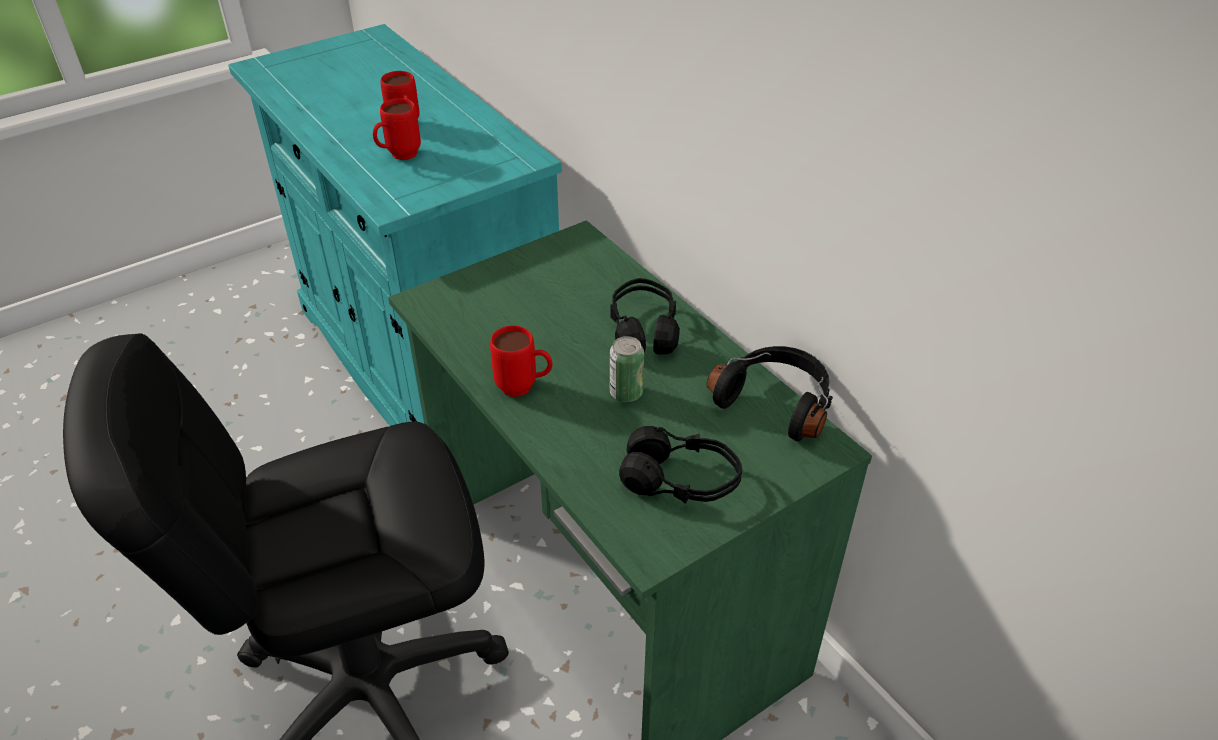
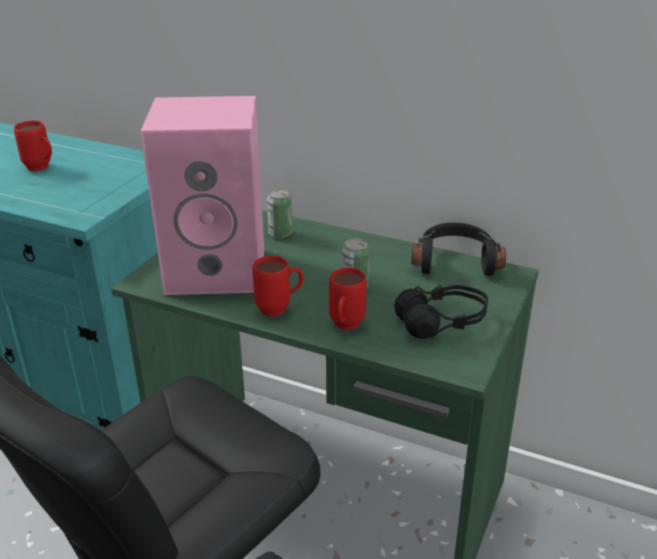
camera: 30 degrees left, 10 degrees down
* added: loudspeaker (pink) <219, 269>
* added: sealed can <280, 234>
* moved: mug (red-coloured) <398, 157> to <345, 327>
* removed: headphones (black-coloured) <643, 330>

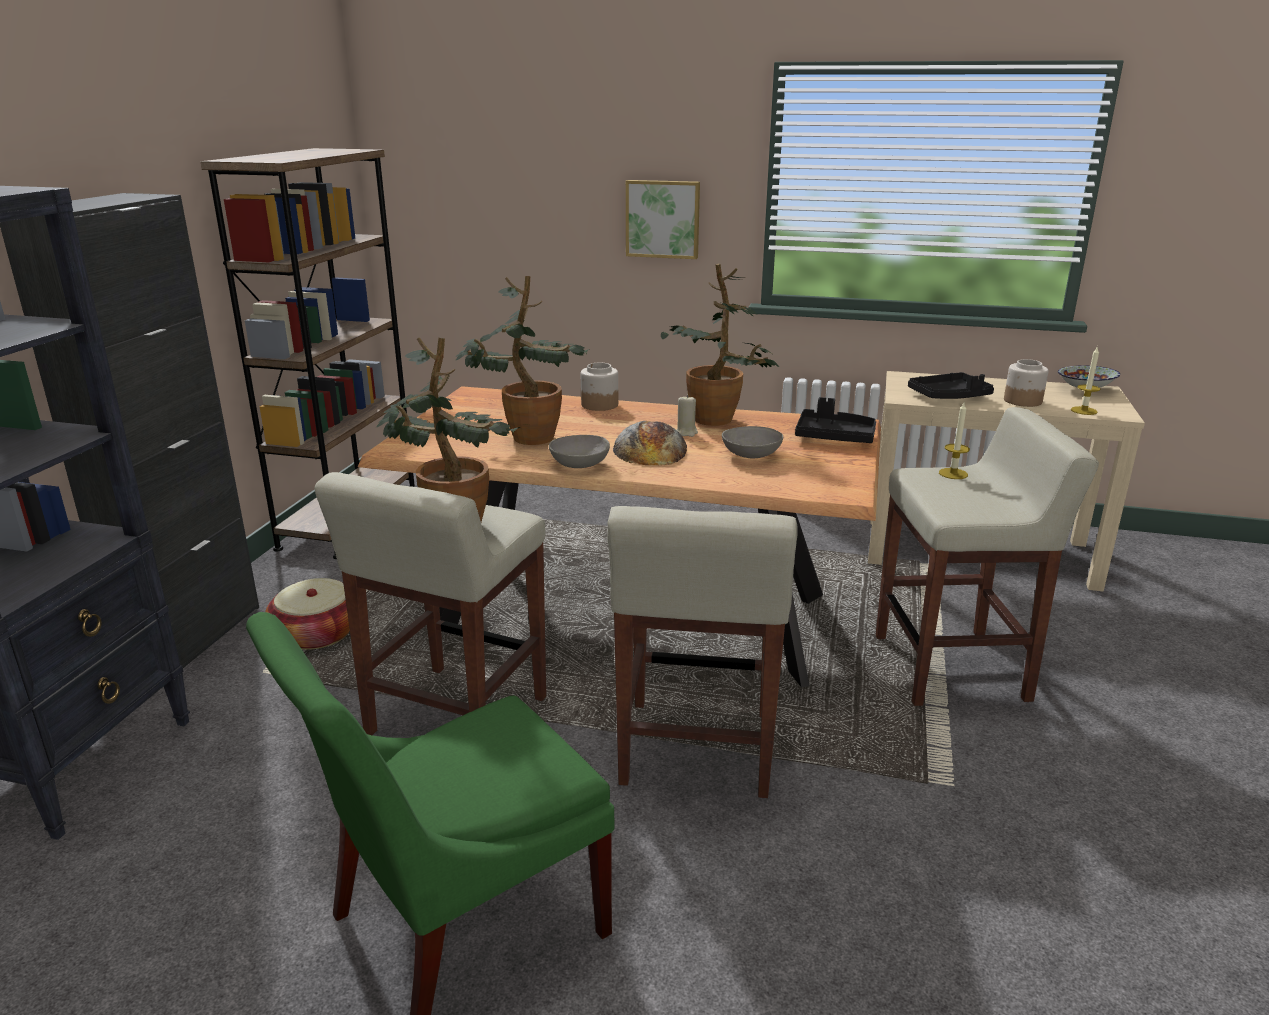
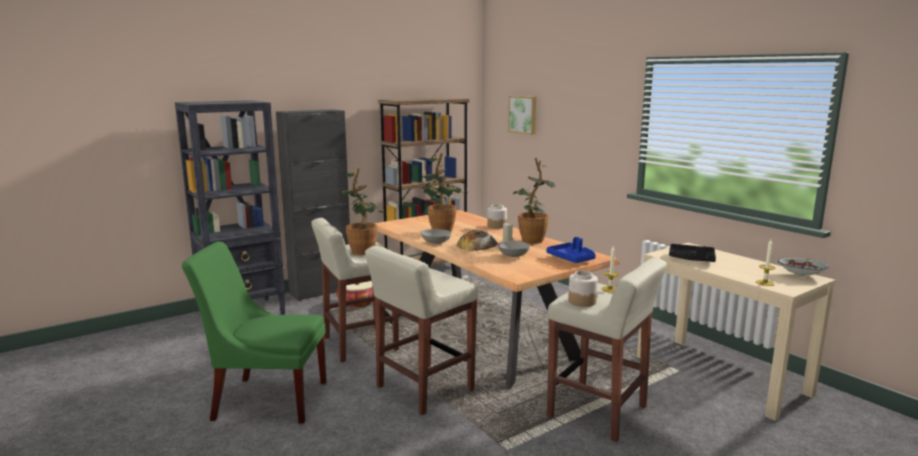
camera: 40 degrees right, 10 degrees down
* moved: picture <663, 219> to <523, 114>
* recoloured: tray (black-coloured) <834, 437> to tray (bluish) <572, 259>
* moved: preserve jar <1022, 401> to <582, 301>

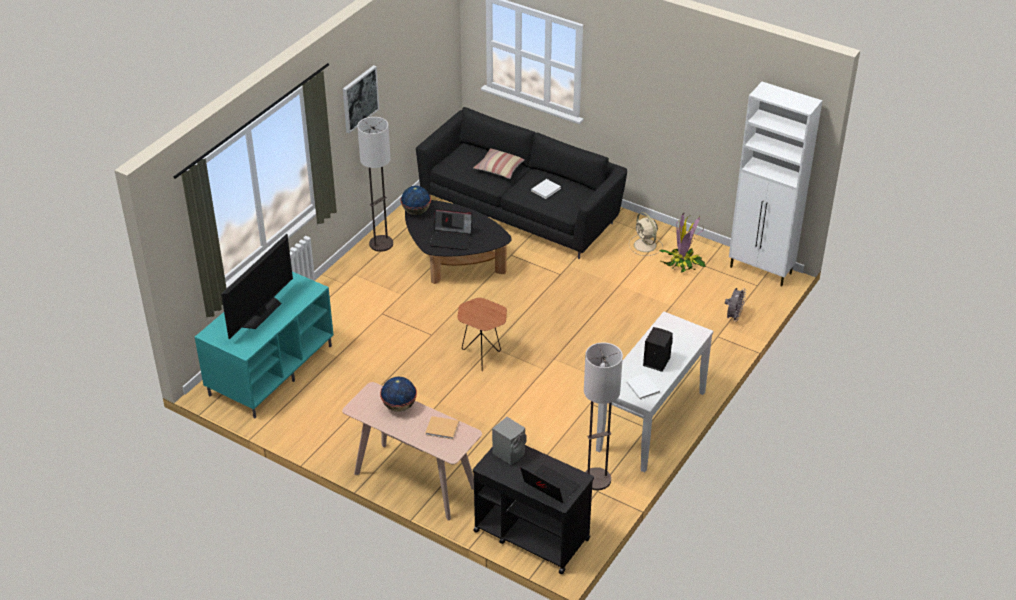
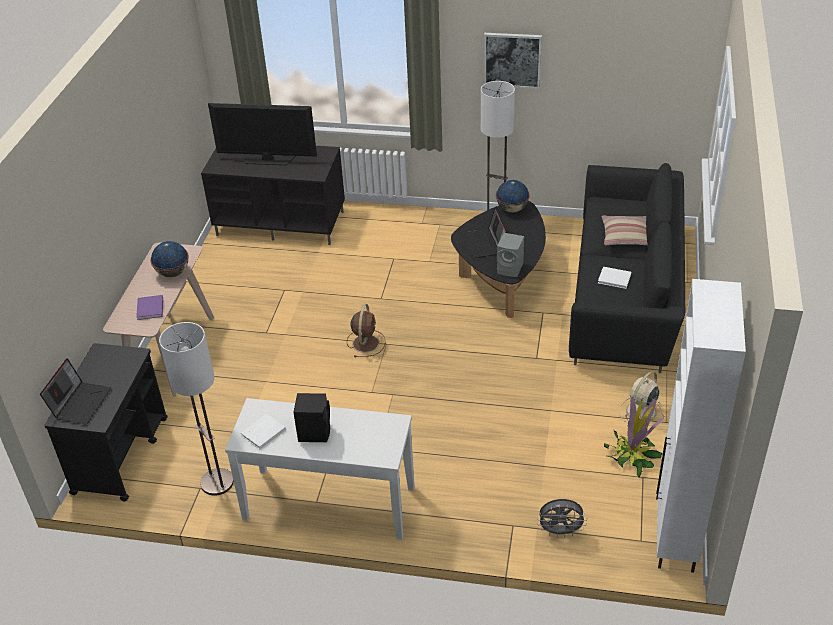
camera: 70 degrees right, 0 degrees up
* recoloured: bound book (beige) <443, 429> to bound book (purple) <150, 309>
* recoloured: tv unit (blue-green) <271, 369> to tv unit (black-coloured) <281, 223>
* replaced: accent table (brownish) <482, 357> to electric fan (brownish) <366, 342>
* moved: loudspeaker (greyish) <509, 453> to <511, 269>

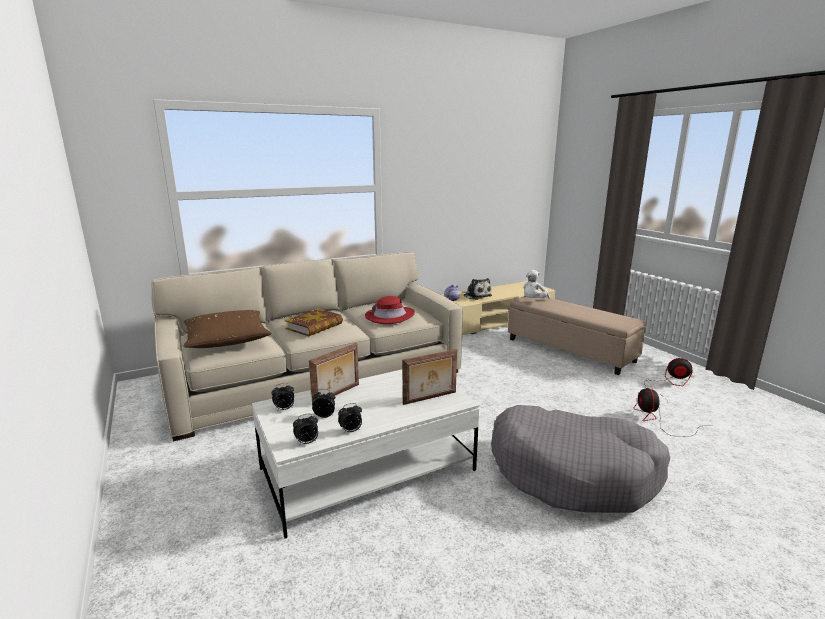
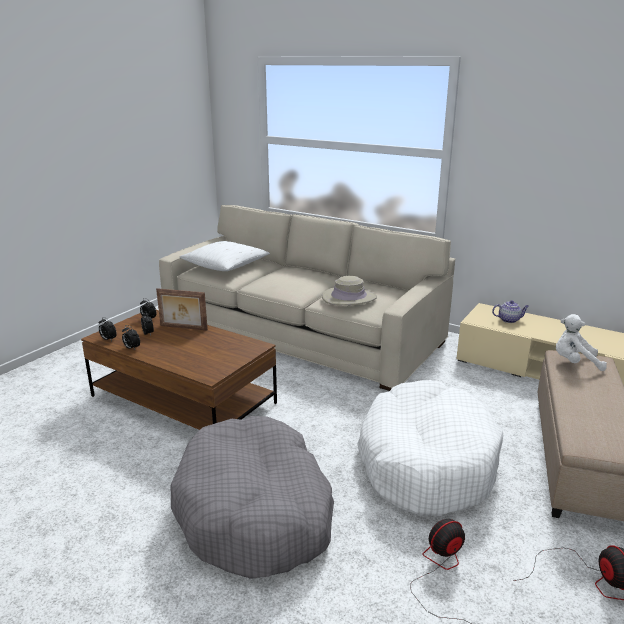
camera: 60 degrees right, 5 degrees up
* recoloured: lounge table (white) <367, 469> to lounge table (brownish) <183, 400>
* recoloured: throw pillow (brownish) <227, 339> to throw pillow (white) <226, 266>
* recoloured: clothing hat (red-coloured) <390, 316> to clothing hat (beige) <349, 298>
* added: dog bed (white) <425, 461>
* removed: bound book <314, 326>
* removed: picture frame <430, 398>
* removed: soft toy <476, 296>

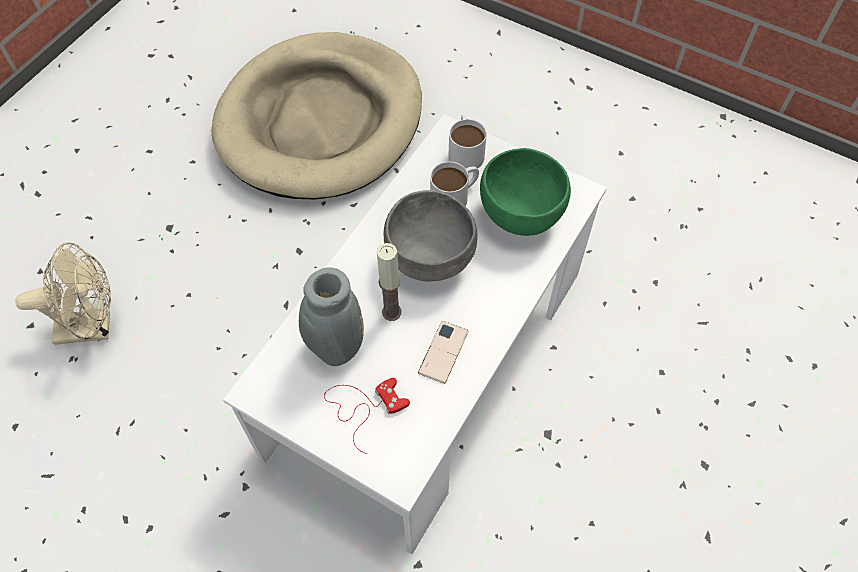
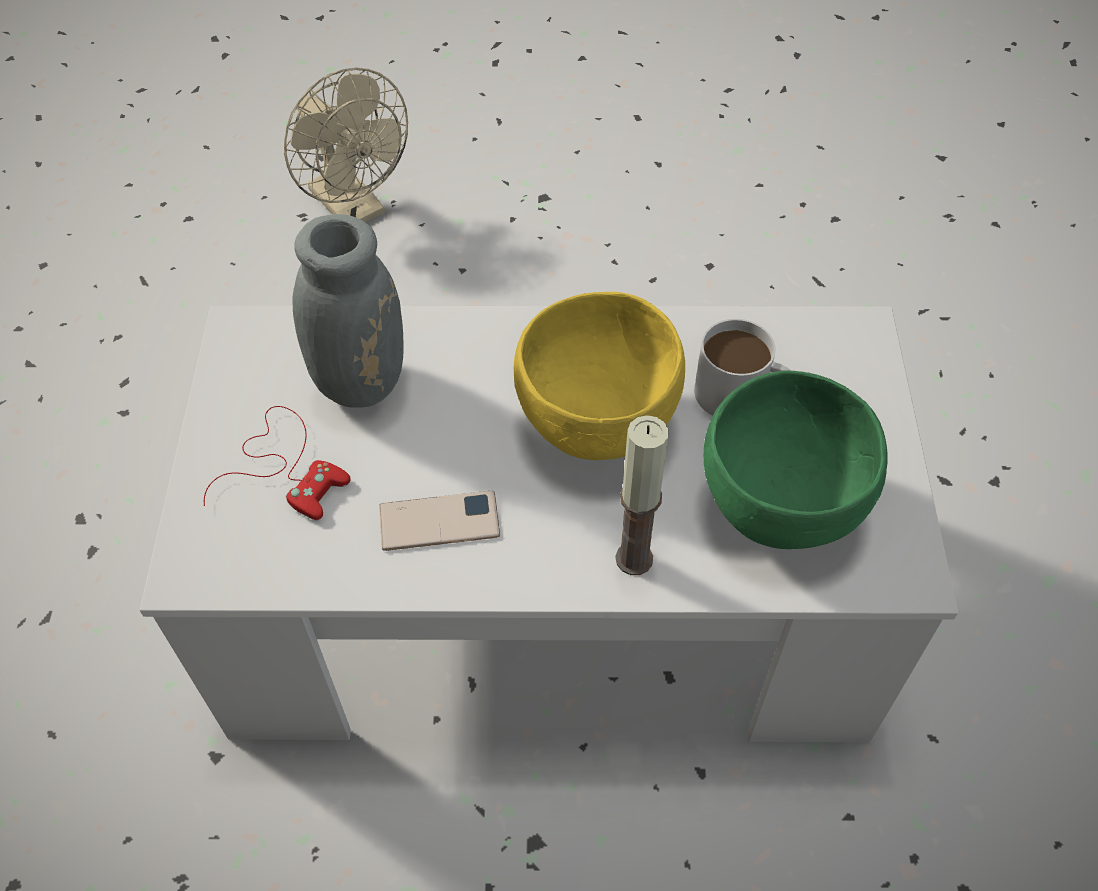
camera: 60 degrees right, 5 degrees down
* recoloured: bowl (greyish) <429, 259> to bowl (yellowish) <596, 421>
* moved: wax light <391, 312> to <634, 559>
* removed: dog bed (beige) <321, 121>
* removed: mug (white) <465, 150>

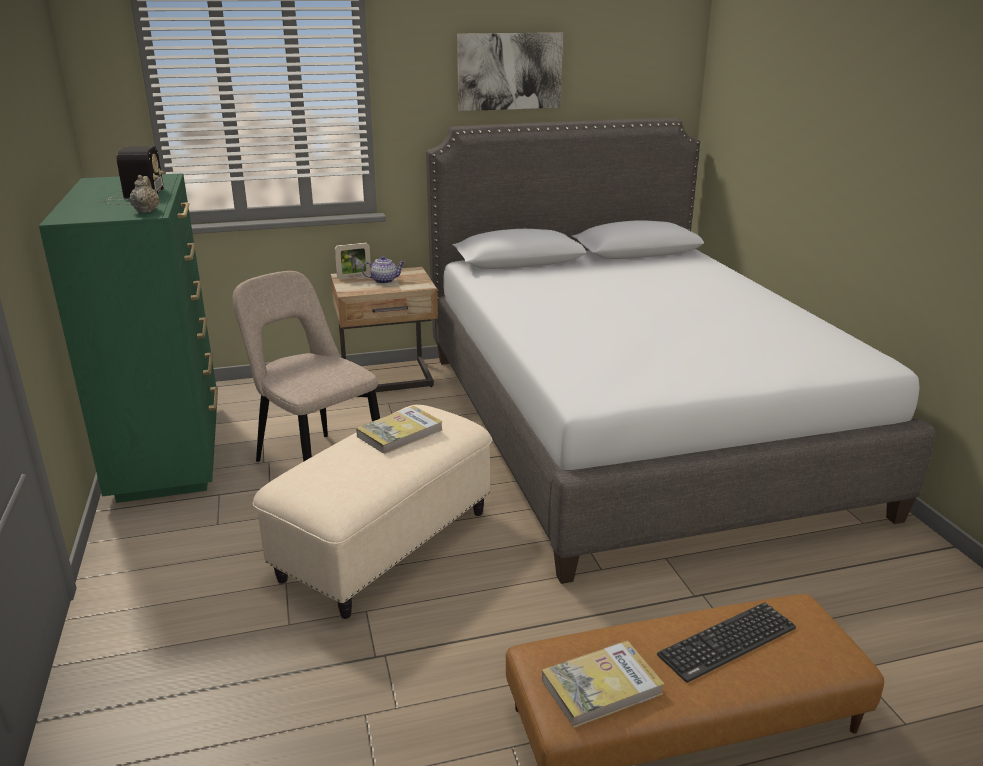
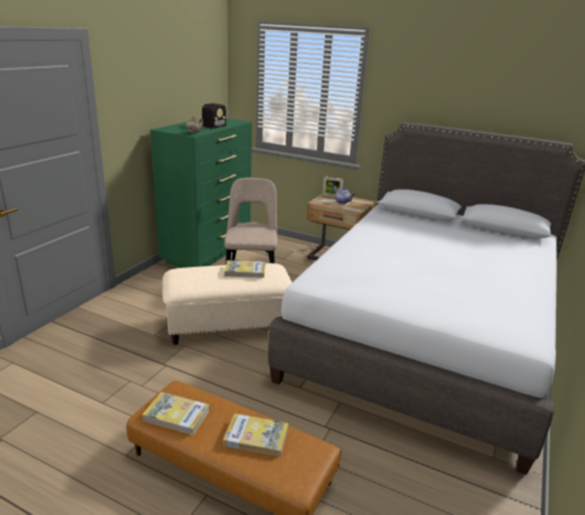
camera: 40 degrees right, 0 degrees up
* replaced: PC keyboard <727, 642> to bound book <256, 437>
* removed: picture <509, 71>

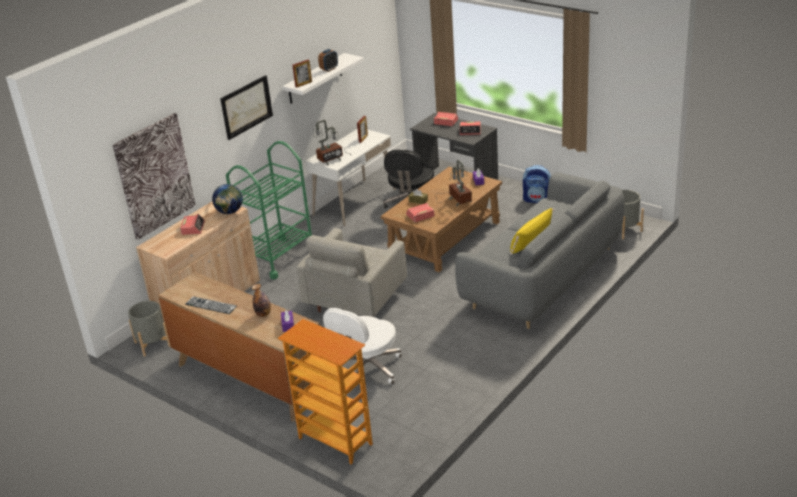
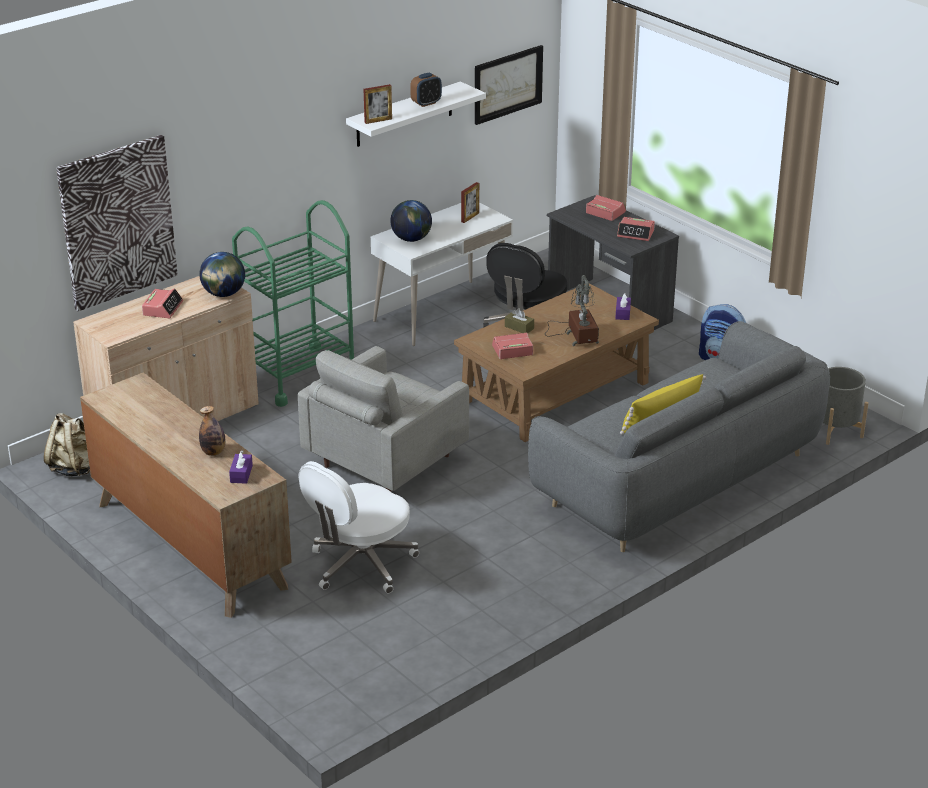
camera: 10 degrees right, 0 degrees up
* replaced: flower pot (greyish) <152, 344> to knapsack (beige) <74, 468>
* replaced: tabletop lamp <332, 158> to world globe <411, 239>
* moved: picture <246, 107> to <507, 84>
* removed: PC keyboard <210, 305>
* removed: bookcase <334, 441>

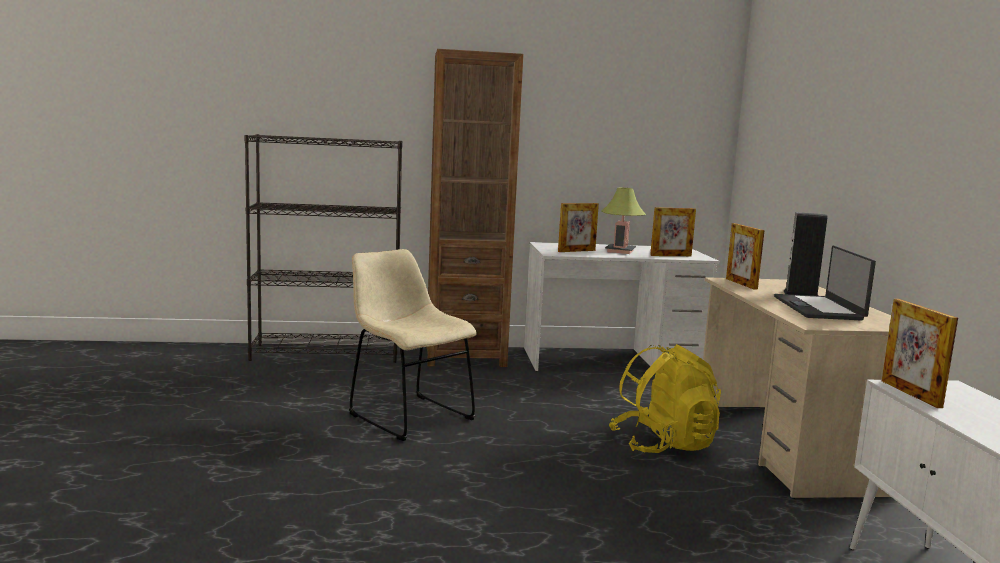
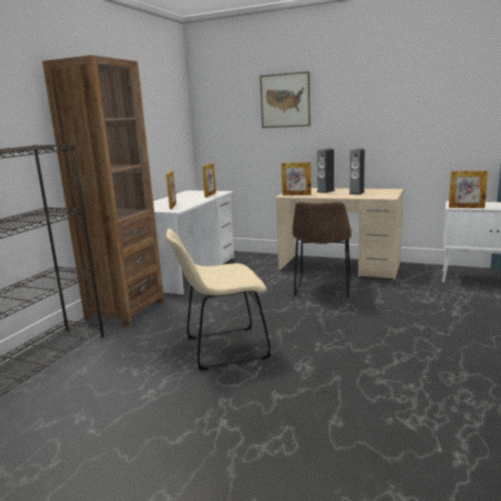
camera: 60 degrees left, 5 degrees up
* added: picture <285, 100>
* replaced: knapsack (yellowish) <663, 445> to upright chair (brownish) <322, 289>
* replaced: notebook computer <819, 308> to loudspeaker <356, 193>
* removed: tabletop lamp <620, 251>

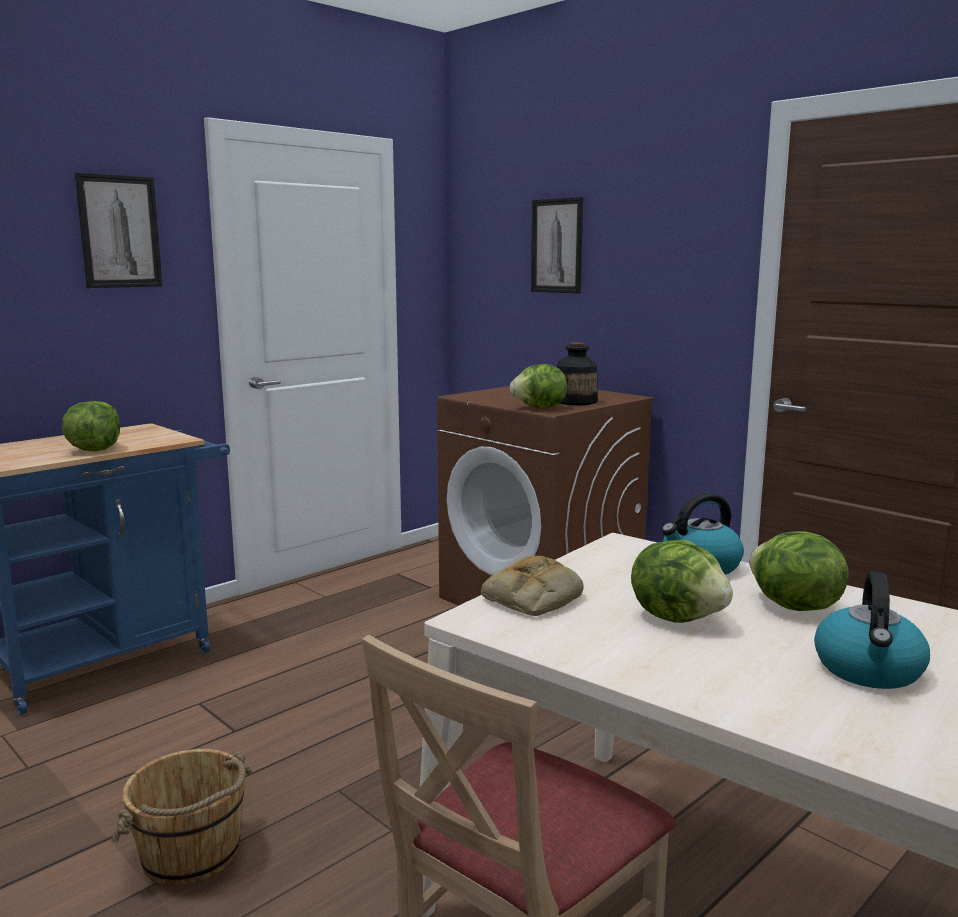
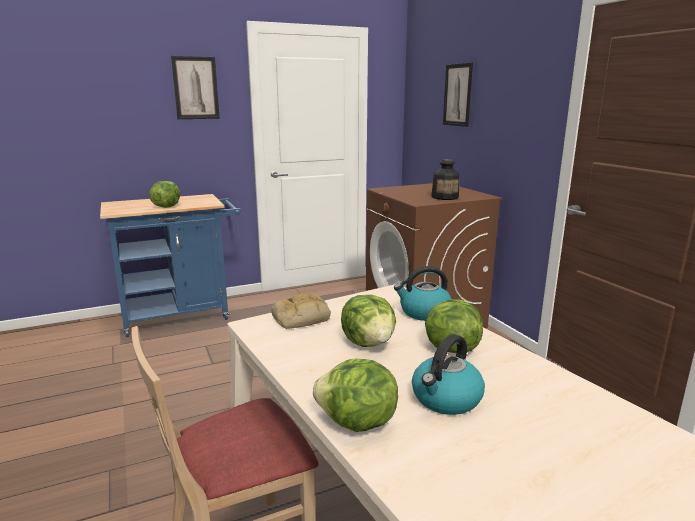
camera: 20 degrees right, 5 degrees up
* moved: lettuce head <540, 408> to <357, 423>
* removed: pail (brownish) <192, 855>

